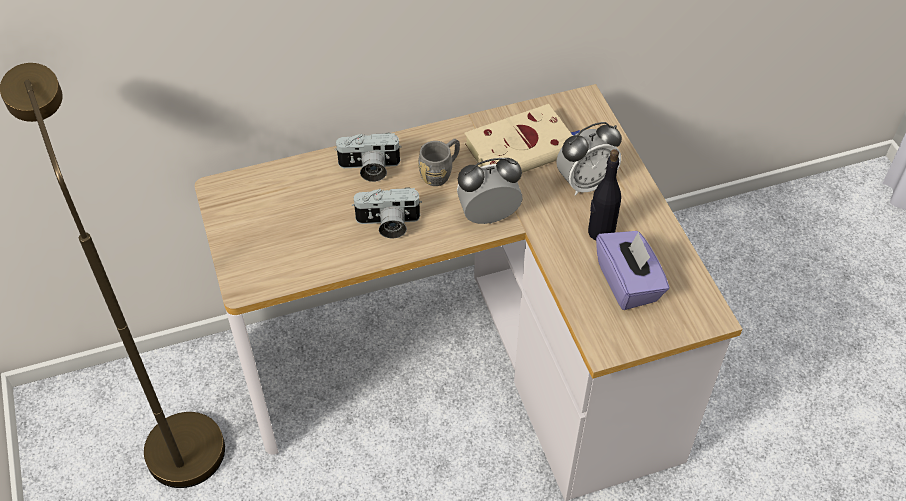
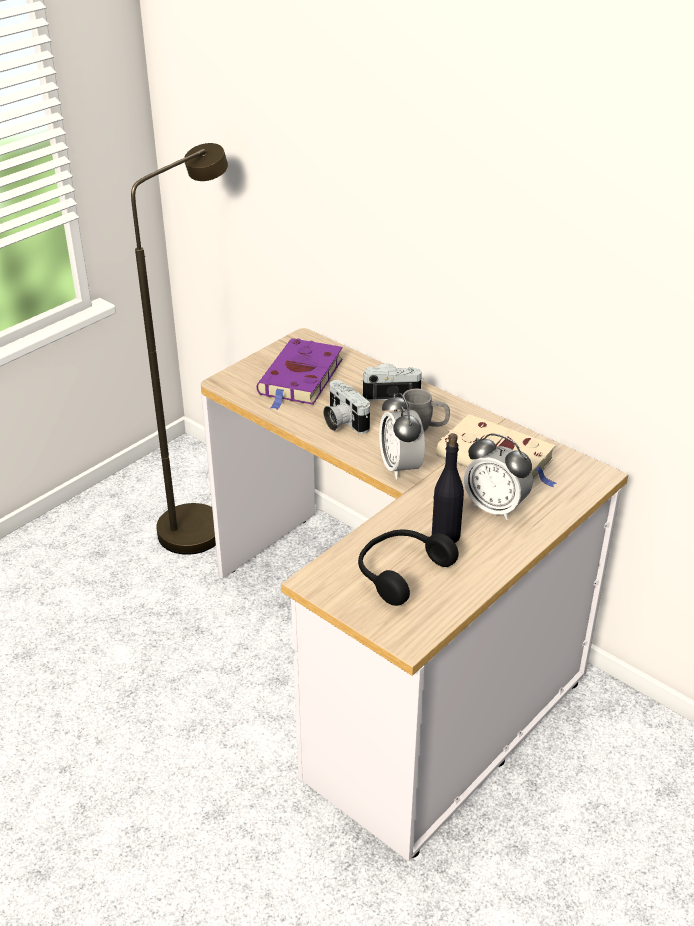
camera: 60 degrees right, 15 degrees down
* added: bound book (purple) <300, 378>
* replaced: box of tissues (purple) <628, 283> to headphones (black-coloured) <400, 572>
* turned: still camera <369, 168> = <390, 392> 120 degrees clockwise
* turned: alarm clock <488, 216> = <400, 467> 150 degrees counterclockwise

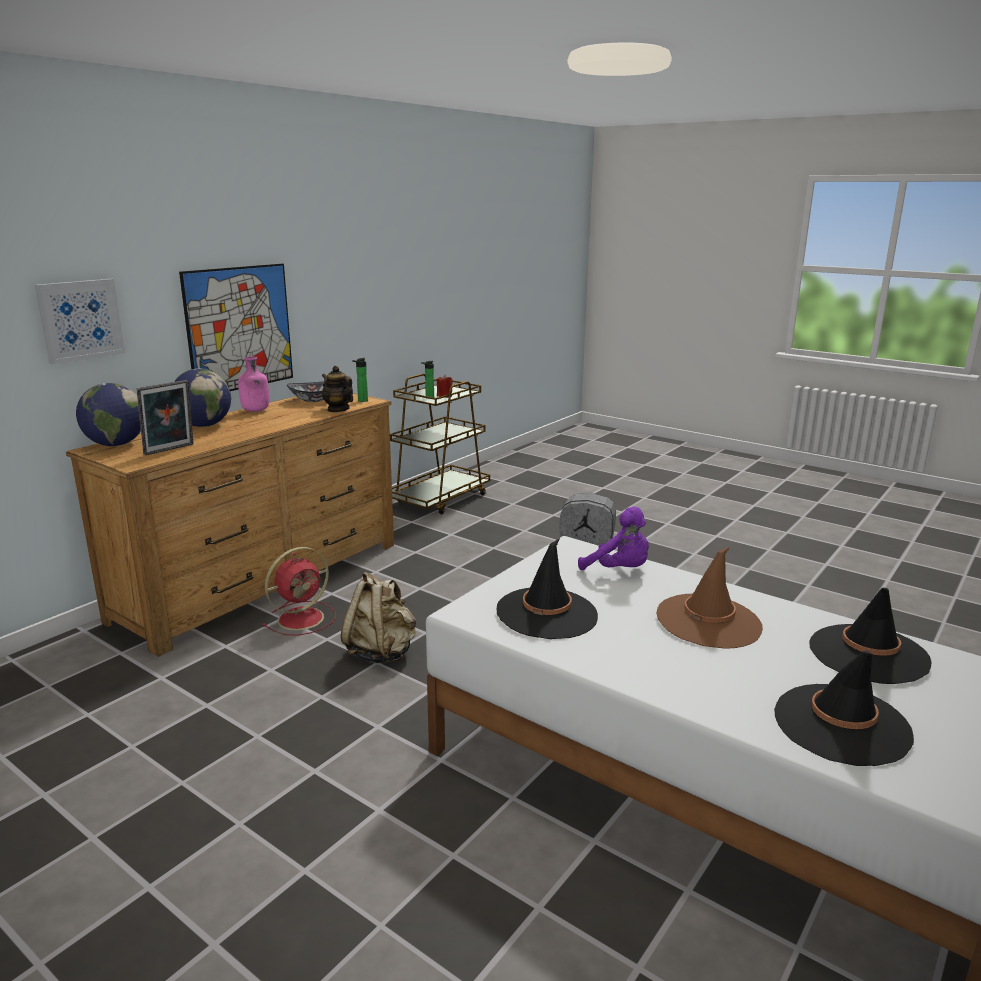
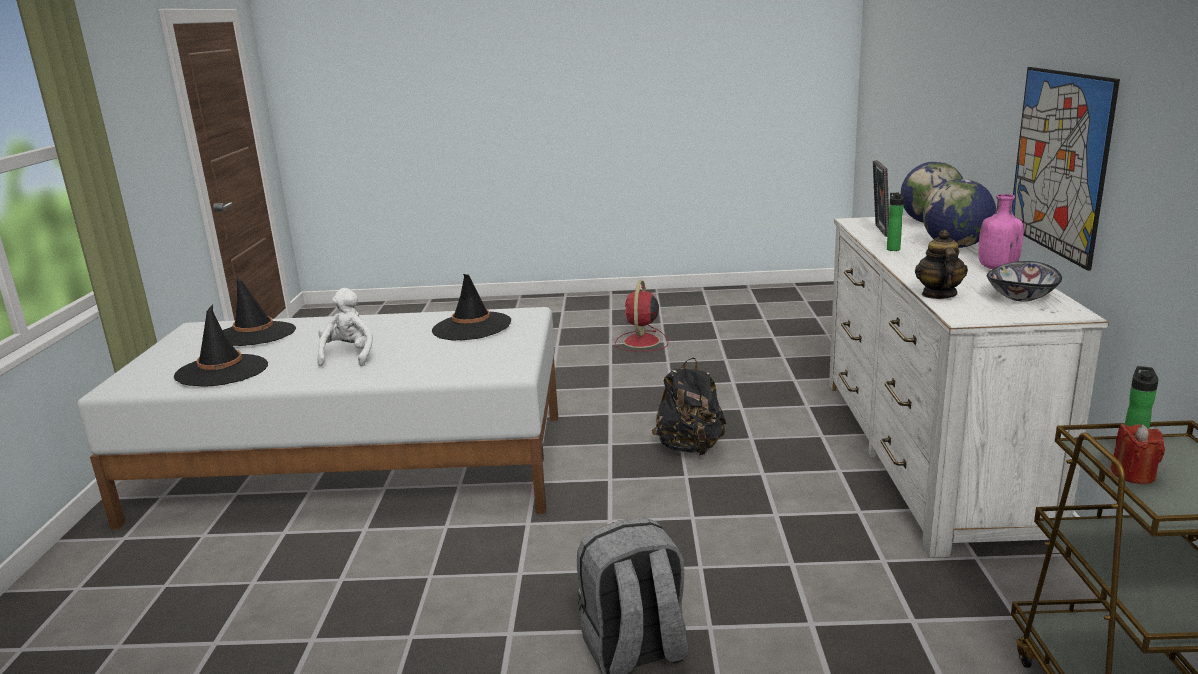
camera: 145 degrees right, 0 degrees up
* replaced: clothing hat (brownish) <708, 621> to soft toy (white) <349, 356>
* moved: electric fan (red-coloured) <302, 618> to <641, 342>
* recoloured: knapsack (beige) <381, 652> to knapsack (black-coloured) <690, 448>
* recoloured: chest of drawers (brownish) <263, 580> to chest of drawers (white) <925, 453>
* moved: bottle <361, 401> to <892, 249>
* turned: tea pot <338, 409> = <938, 294> 90 degrees counterclockwise
* removed: picture <80, 320>
* removed: soft toy (purple) <619, 570>

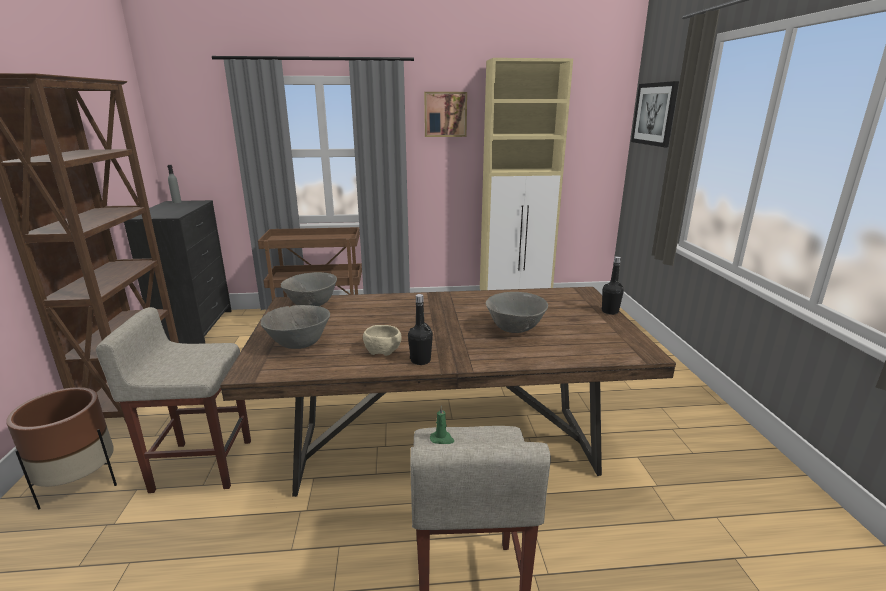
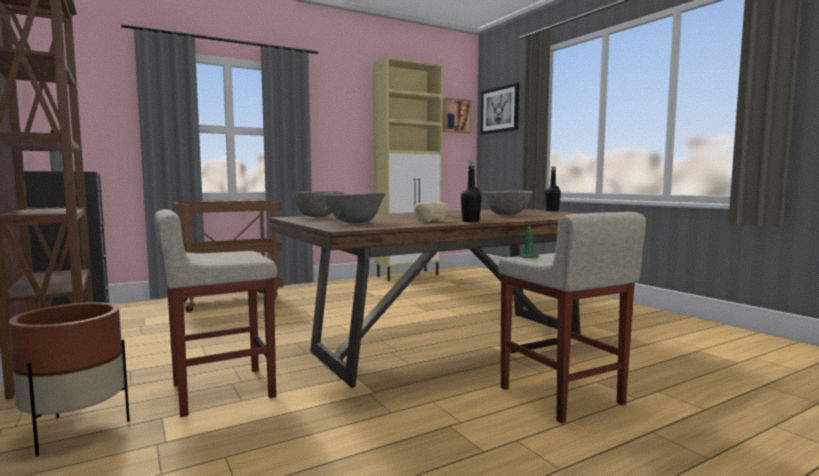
camera: 25 degrees left, 15 degrees down
* moved: picture <445, 114> to <456, 116>

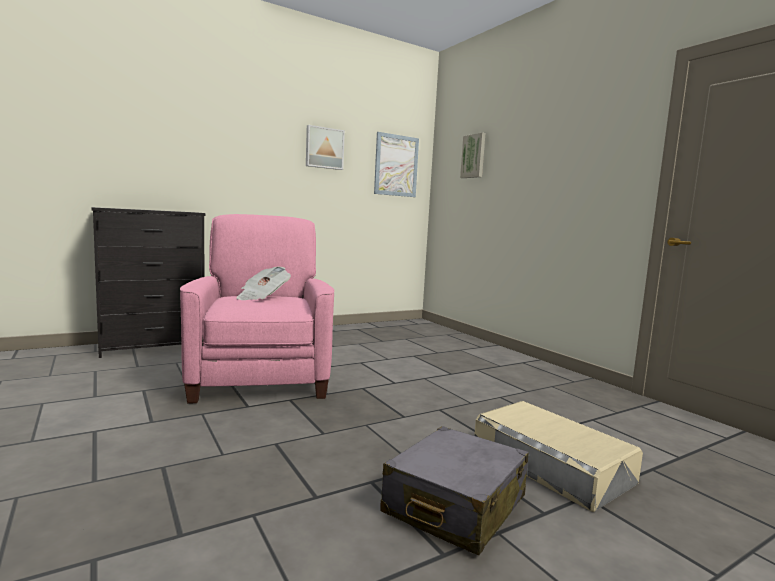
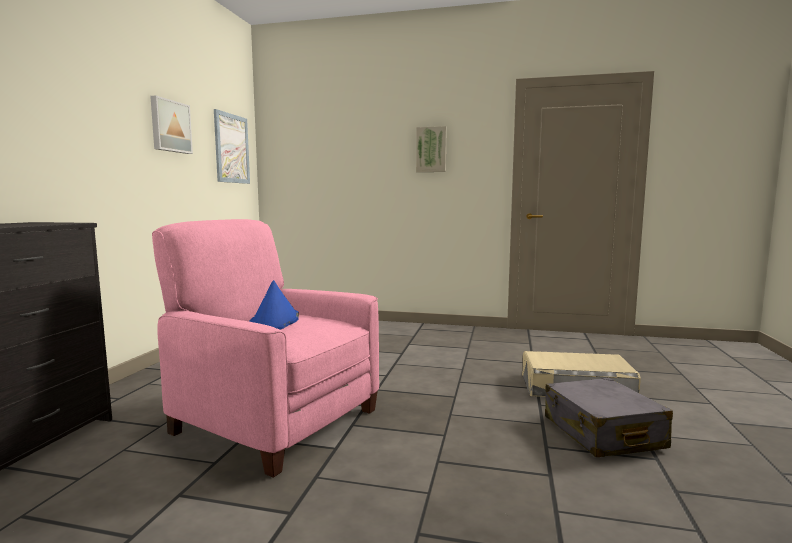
camera: 45 degrees left, 0 degrees up
* replaced: printed paper <262, 297> to clothing hat (bluish) <274, 322>
* moved: picture <474, 156> to <431, 149>

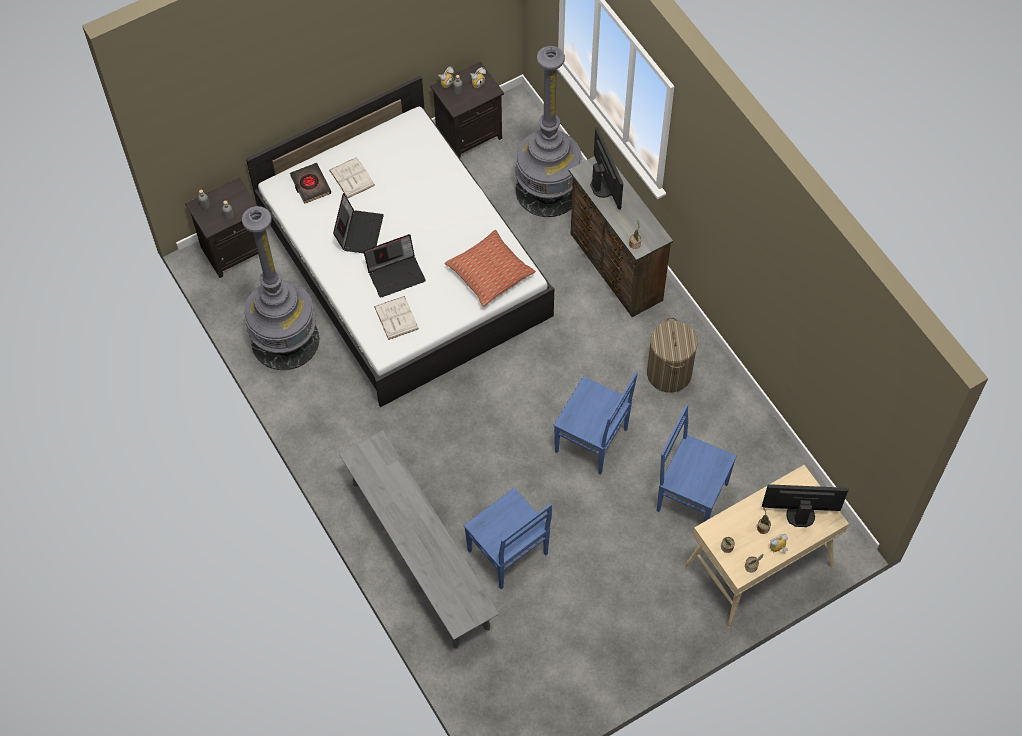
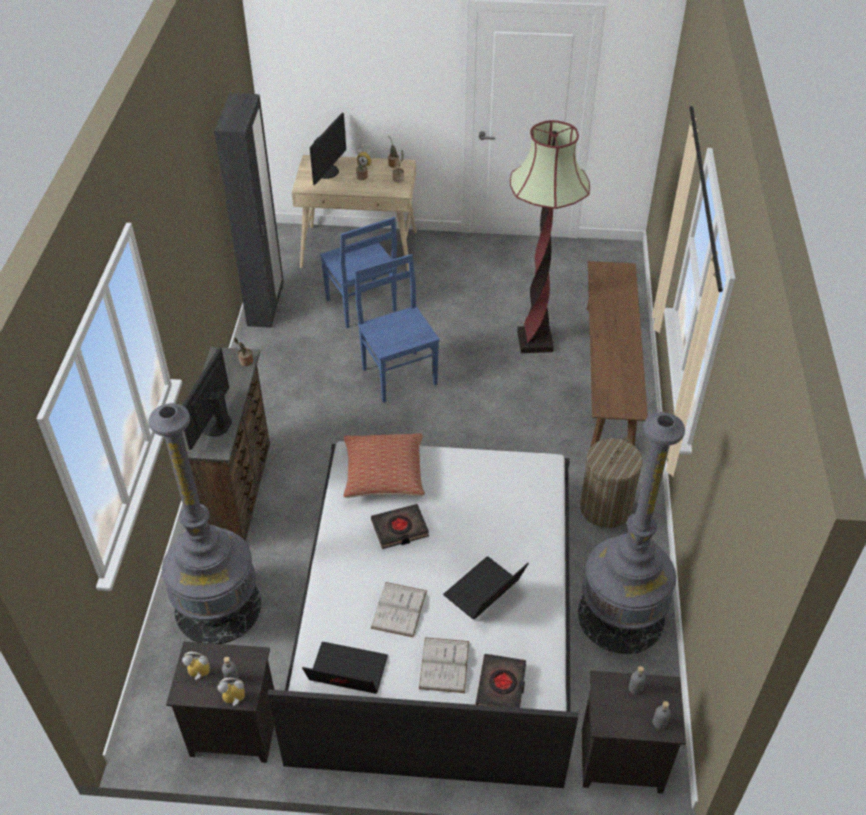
camera: 145 degrees left, 15 degrees down
* added: wardrobe (black-coloured) <266, 306>
* moved: notebook computer <396, 273> to <346, 674>
* turned: computer screen <800, 514> = <328, 172> 105 degrees counterclockwise
* added: bound book (black-coloured) <400, 529>
* moved: bound book (white) <396, 318> to <399, 609>
* replaced: upright chair (bluish) <509, 554> to floor lamp <535, 341>
* moved: laundry basket <669, 373> to <605, 508>
* recoloured: bench (greyish) <420, 554> to bench (brownish) <608, 376>

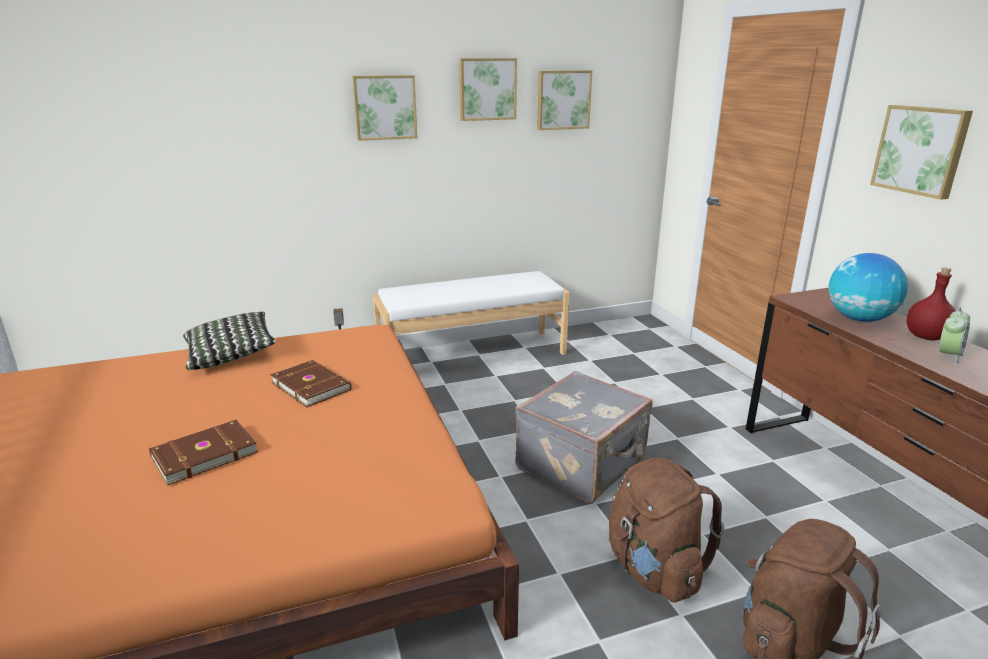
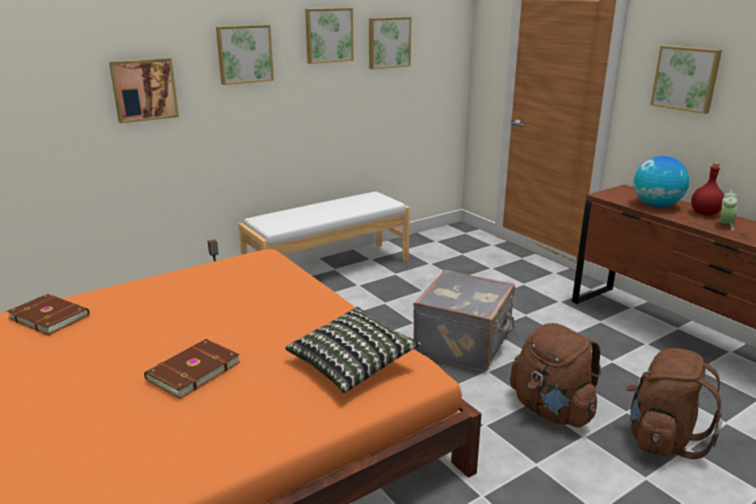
camera: 15 degrees left, 0 degrees up
* moved: bound book (brownish) <312, 385> to <50, 316>
* added: picture <144, 89>
* moved: throw pillow <231, 355> to <352, 364>

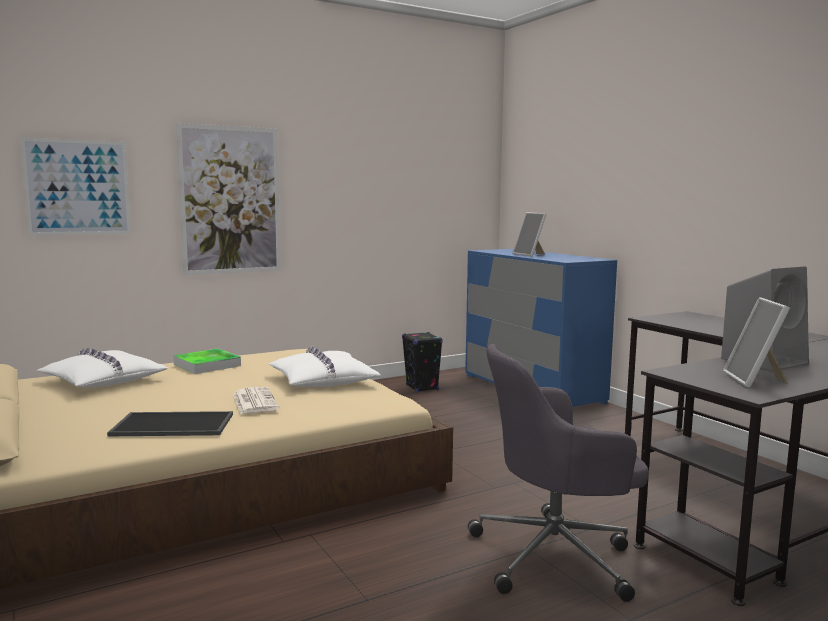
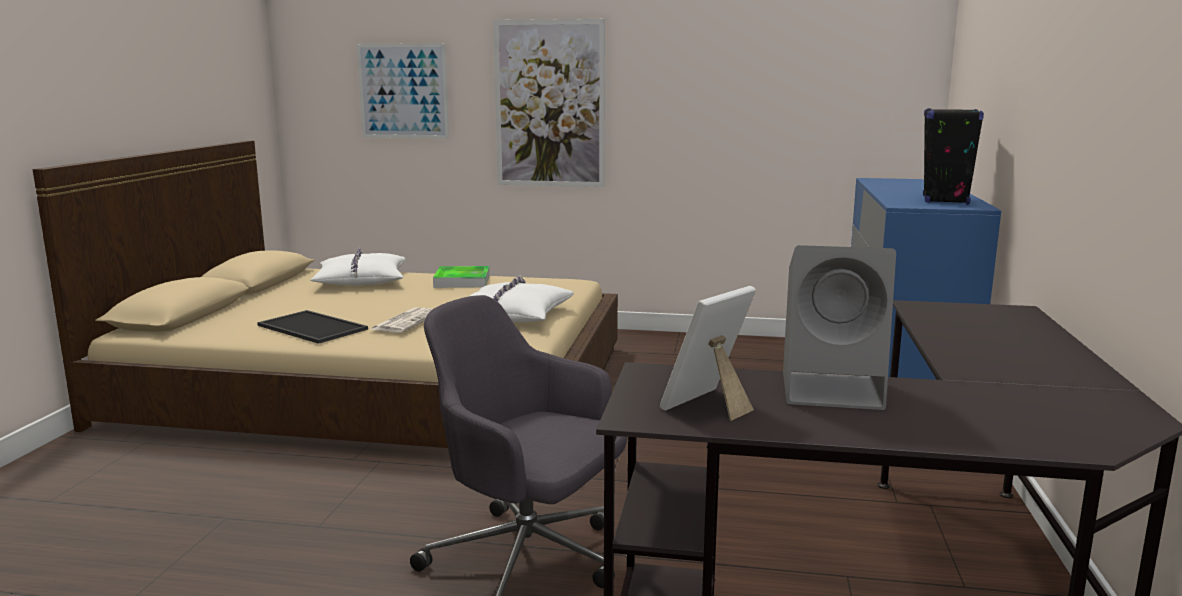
camera: 40 degrees right, 5 degrees up
* moved: loudspeaker (black-coloured) <422, 388> to <945, 200>
* removed: picture frame <530, 255>

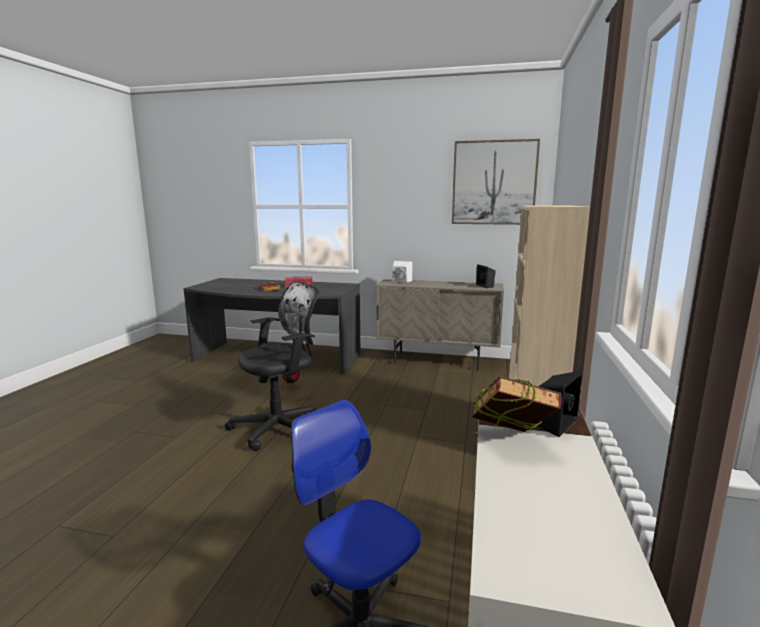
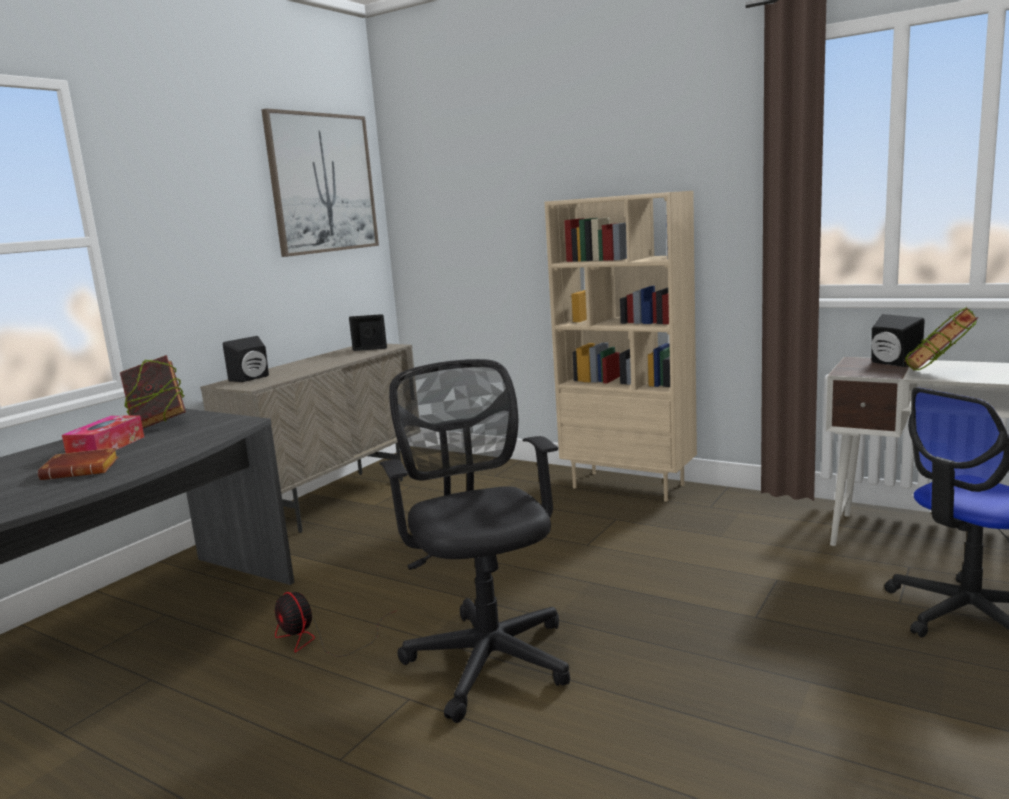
camera: 70 degrees left, 0 degrees up
* added: bound book <158, 423>
* recoloured: loudspeaker (white) <400, 281> to loudspeaker (black-coloured) <252, 378>

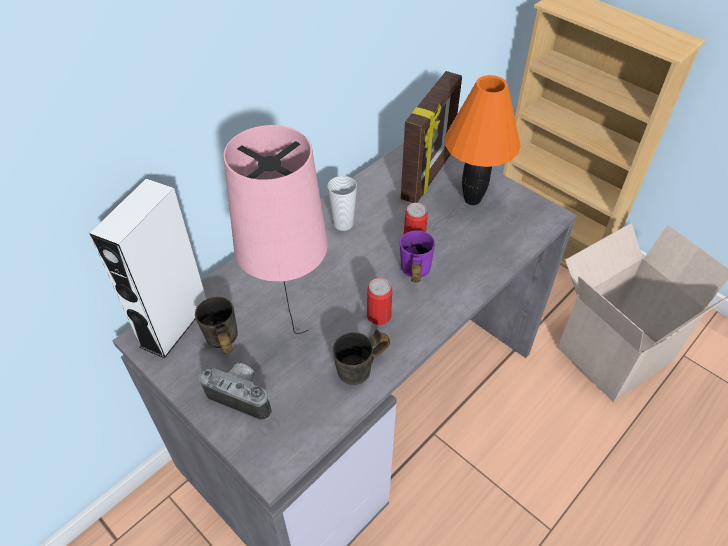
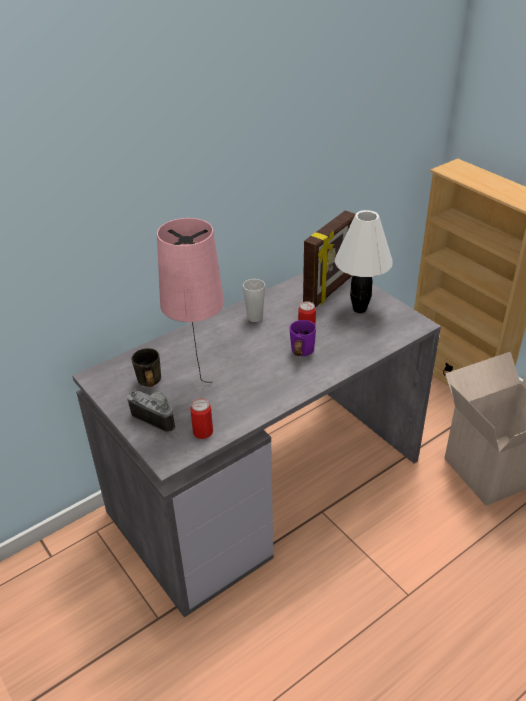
camera: 10 degrees right, 10 degrees down
* moved: sealed can <379, 316> to <203, 432>
* recoloured: tabletop lamp (orange-coloured) <473, 199> to tabletop lamp (white) <360, 309>
* removed: loudspeaker (white) <174, 324>
* removed: mug (greyish) <363, 371>

